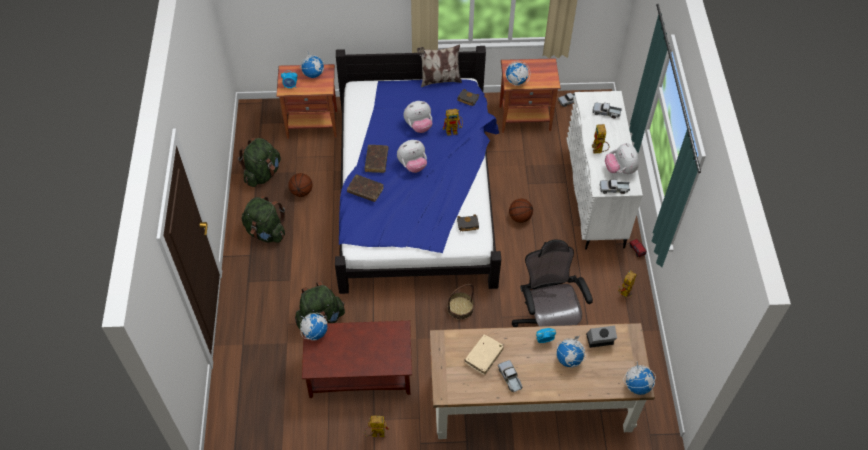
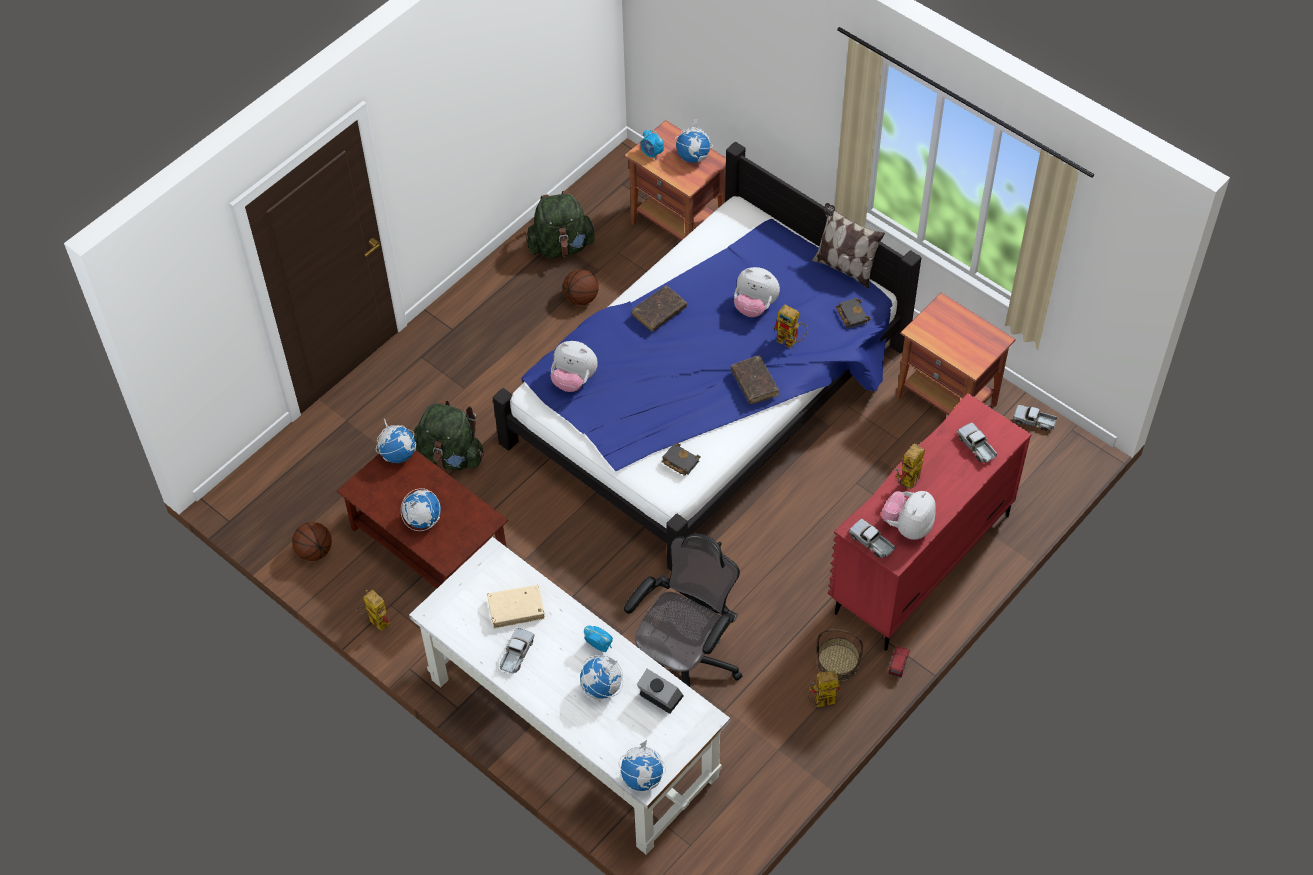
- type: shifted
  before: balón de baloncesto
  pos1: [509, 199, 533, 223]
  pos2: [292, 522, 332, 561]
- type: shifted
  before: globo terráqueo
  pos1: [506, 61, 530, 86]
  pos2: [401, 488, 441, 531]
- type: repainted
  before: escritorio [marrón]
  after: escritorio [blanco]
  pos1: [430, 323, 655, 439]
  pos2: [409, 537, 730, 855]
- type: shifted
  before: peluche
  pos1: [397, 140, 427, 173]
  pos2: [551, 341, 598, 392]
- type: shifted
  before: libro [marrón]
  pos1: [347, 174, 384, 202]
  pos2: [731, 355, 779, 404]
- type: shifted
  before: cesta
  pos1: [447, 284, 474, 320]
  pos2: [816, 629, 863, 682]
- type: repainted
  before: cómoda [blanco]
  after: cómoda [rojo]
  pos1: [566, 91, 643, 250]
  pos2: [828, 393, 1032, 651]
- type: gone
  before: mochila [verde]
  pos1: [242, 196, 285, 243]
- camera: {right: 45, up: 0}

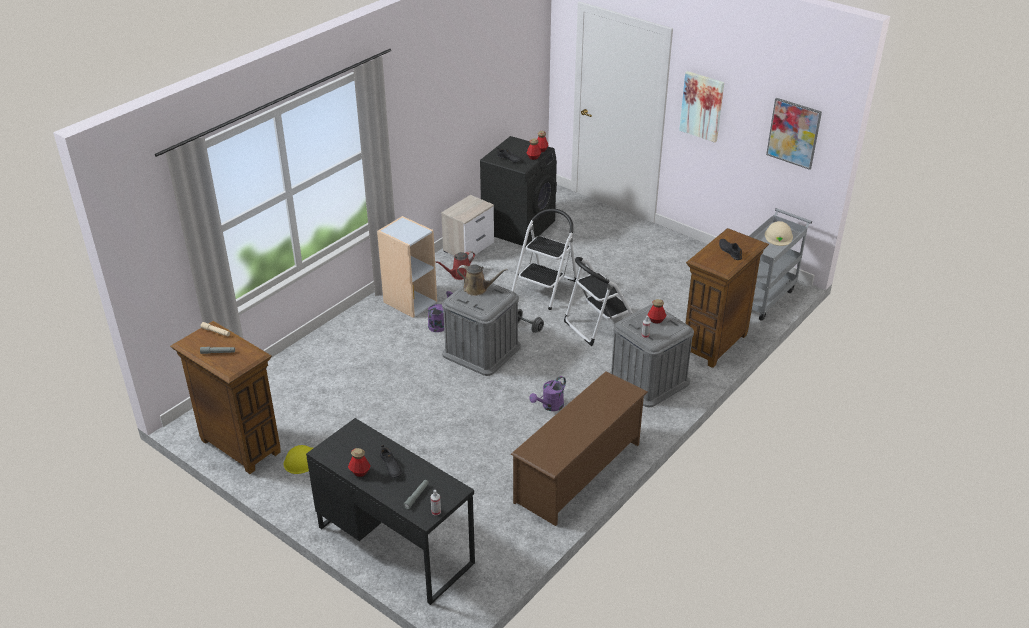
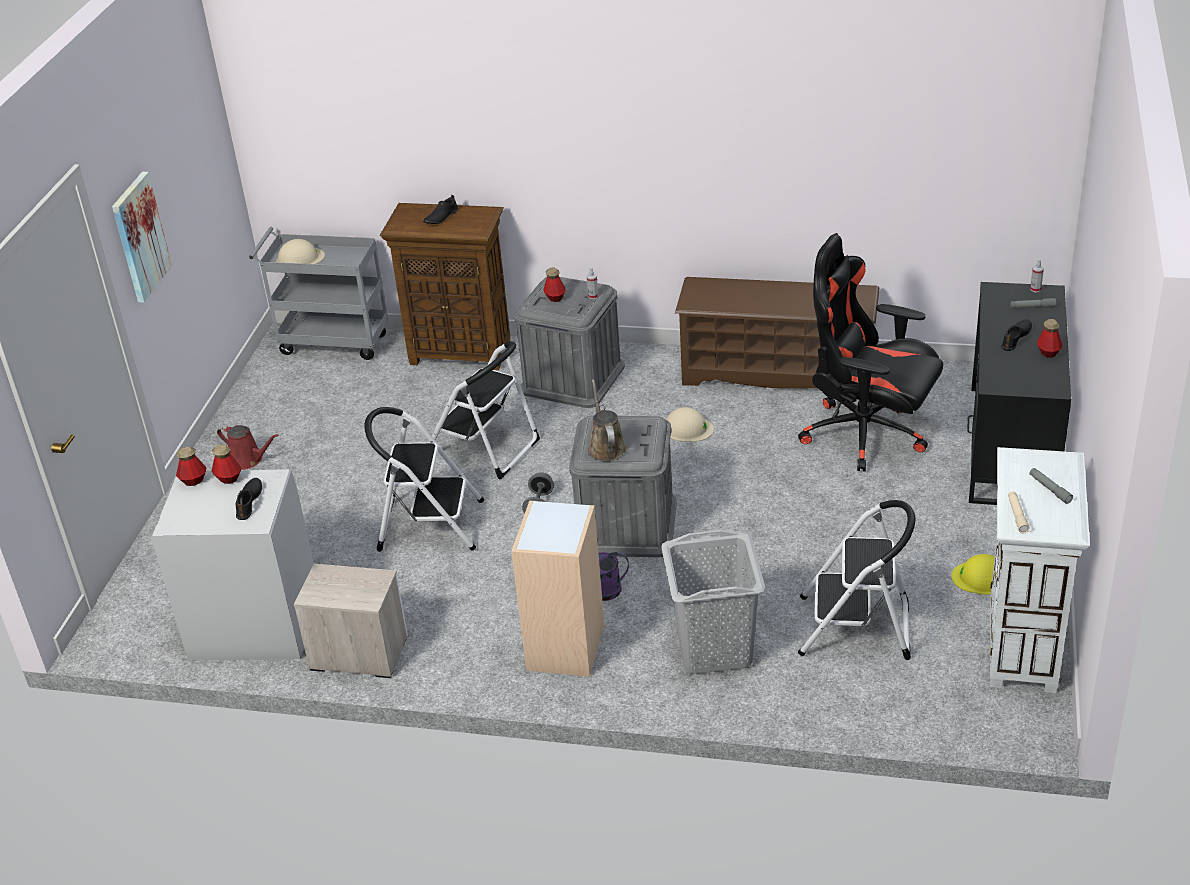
- type: repainted
  before: lavadora [negro]
  after: lavadora [blanco]
  pos1: [480, 136, 557, 246]
  pos2: [151, 469, 314, 661]
- type: shifted
  before: regadera [rojo]
  pos1: [436, 251, 475, 280]
  pos2: [217, 425, 278, 470]
- type: new
  after: cesto de la ropa [gris]
  pos2: [661, 530, 765, 674]
- type: swapped
  before: regadera [morado]
  after: casco [beis]
  pos1: [529, 376, 566, 411]
  pos2: [666, 407, 714, 442]
- type: new
  after: silla de oficina [negro]
  pos2: [798, 233, 943, 471]
- type: new
  after: escalera de tijera
  pos2: [798, 500, 915, 660]
- type: repainted
  before: armario [marrón]
  after: armario [blanco]
  pos1: [170, 321, 280, 474]
  pos2: [990, 447, 1090, 693]
- type: gone
  before: cuadro
  pos1: [766, 98, 822, 170]
- camera: {right: -115, up: 0}

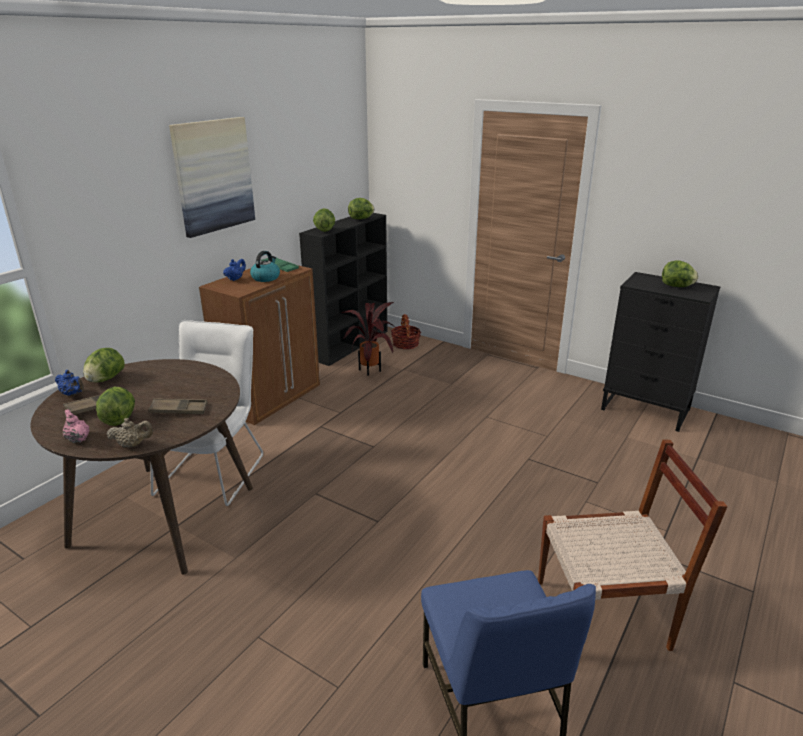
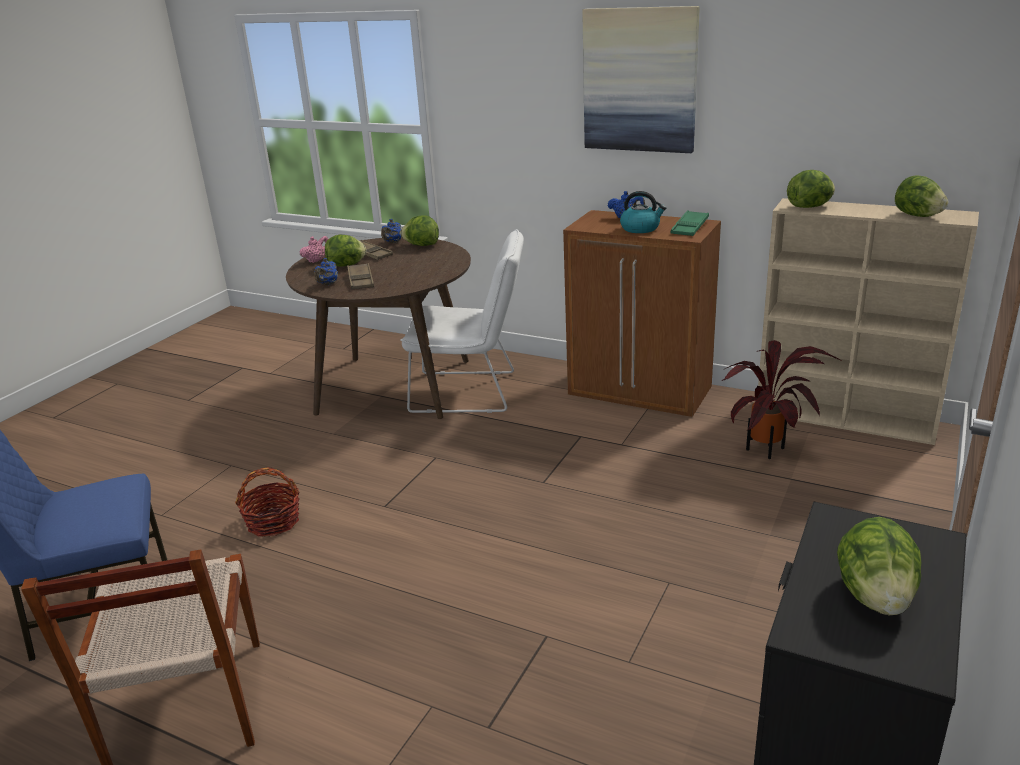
- type: shifted
  before: cesta
  pos1: [391, 314, 421, 349]
  pos2: [235, 467, 300, 537]
- type: new
  after: tetera [azul]
  pos2: [314, 258, 338, 285]
- type: repainted
  before: estantería [negro]
  after: estantería [beis]
  pos1: [299, 213, 387, 366]
  pos2: [758, 198, 979, 445]
- type: gone
  before: tetera [beis]
  pos1: [107, 418, 153, 448]
- camera: {right: 85, up: 0}

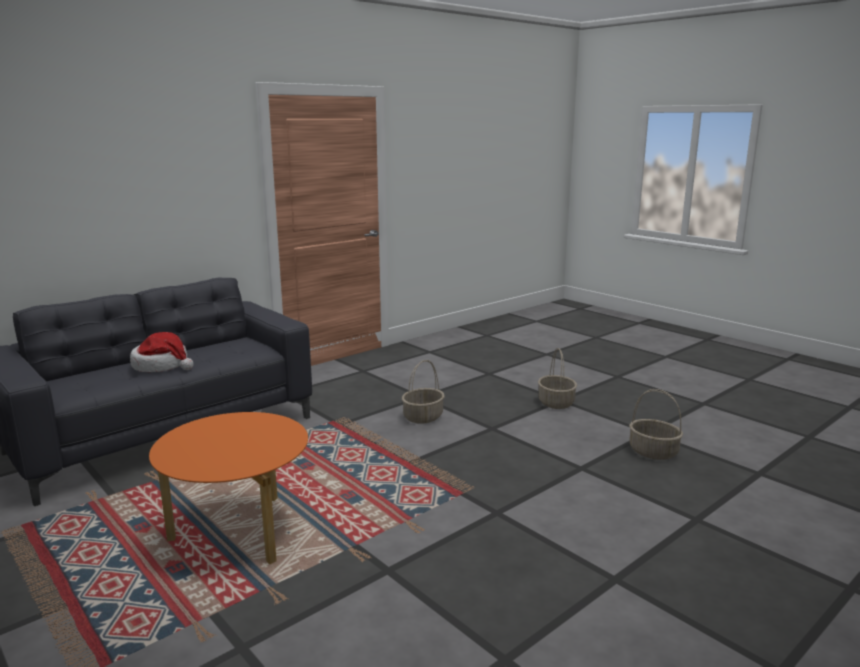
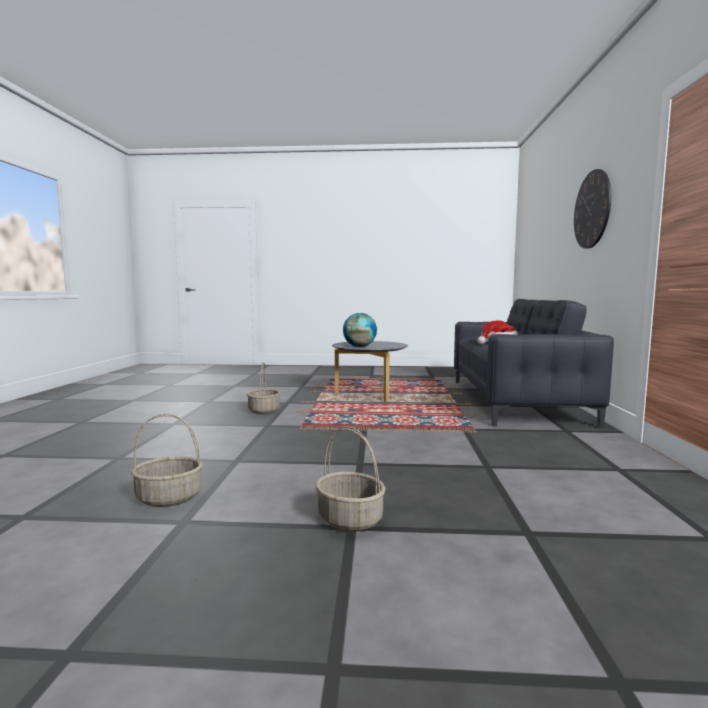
- type: shifted
  before: cesta
  pos1: [402, 360, 445, 424]
  pos2: [247, 362, 280, 414]
- type: repainted
  before: mesa de centro [naranja]
  after: mesa de centro [gris]
  pos1: [149, 412, 308, 564]
  pos2: [332, 341, 408, 402]
- type: new
  after: globo terráqueo
  pos2: [343, 313, 377, 347]
- type: new
  after: reloj de pared
  pos2: [574, 169, 611, 249]
- camera: {right: 135, up: -10}

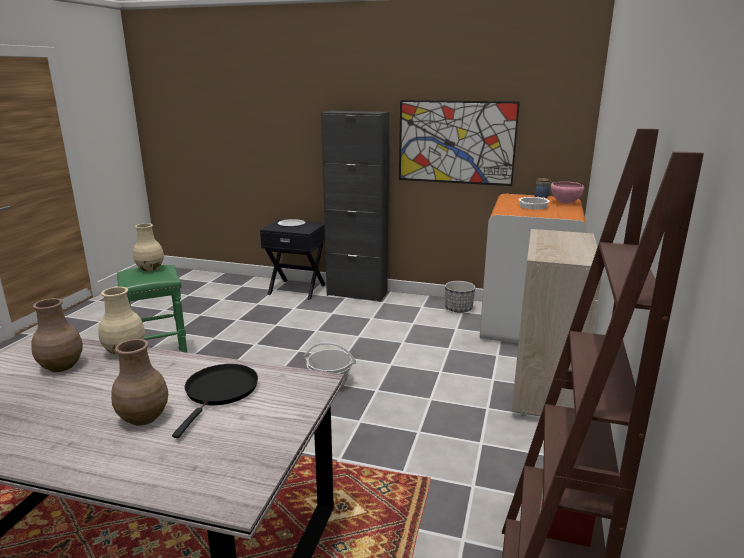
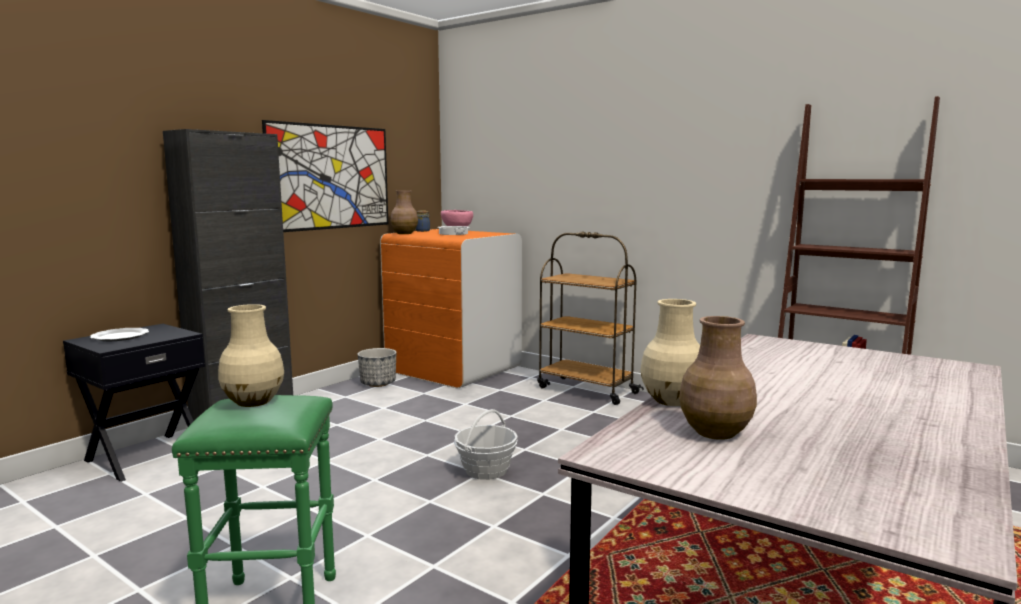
- type: shifted
  before: florero [marrón]
  pos1: [111, 339, 168, 426]
  pos2: [391, 190, 418, 234]
- type: swapped
  before: armario [beis]
  after: carrito [marrón]
  pos1: [512, 229, 602, 416]
  pos2: [537, 232, 644, 405]
- type: gone
  before: sartén [negro]
  pos1: [172, 364, 258, 438]
- camera: {right: -70, up: -10}

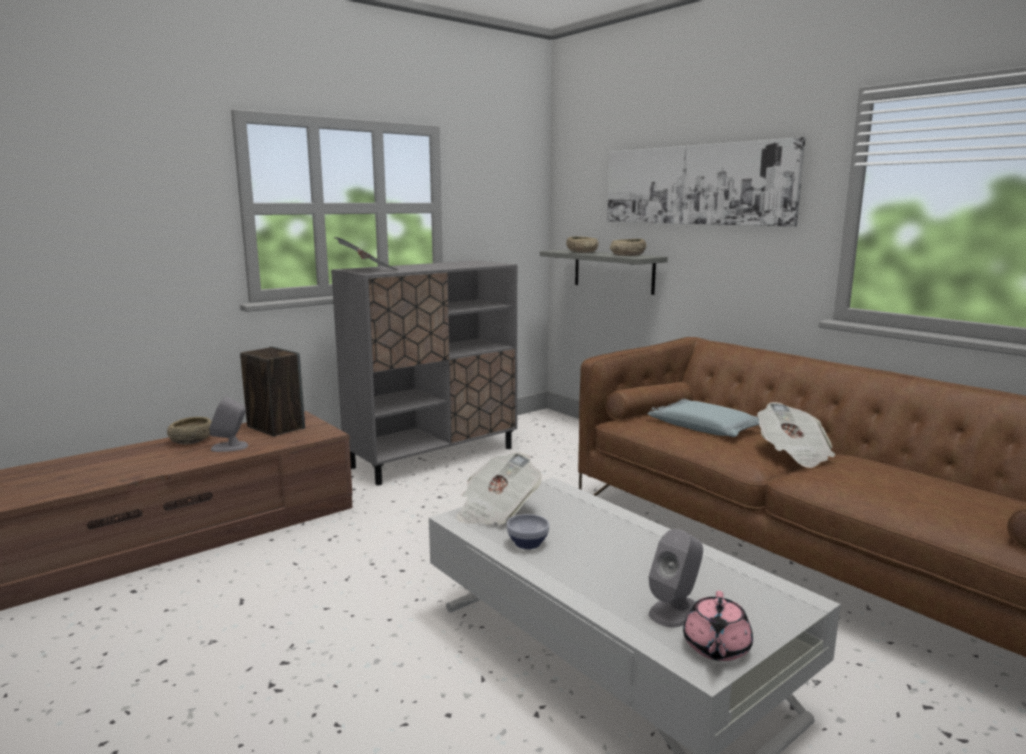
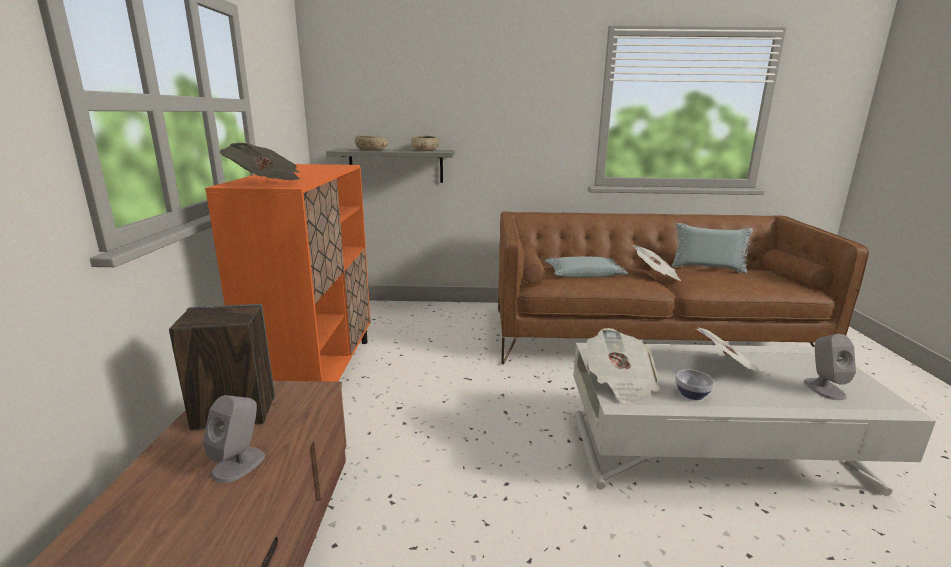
- type: repainted
  before: armario [gris]
  after: armario [naranja]
  pos1: [331, 260, 517, 485]
  pos2: [205, 164, 371, 382]
- type: new
  after: cojín [azul]
  pos2: [671, 223, 753, 274]
- type: new
  after: periódico
  pos2: [696, 327, 771, 375]
- type: gone
  before: cuenco [beis]
  pos1: [167, 417, 212, 444]
- type: gone
  before: cuadro
  pos1: [607, 137, 806, 227]
- type: gone
  before: tetera [rosa]
  pos1: [683, 591, 753, 661]
- camera: {right: -50, up: 5}

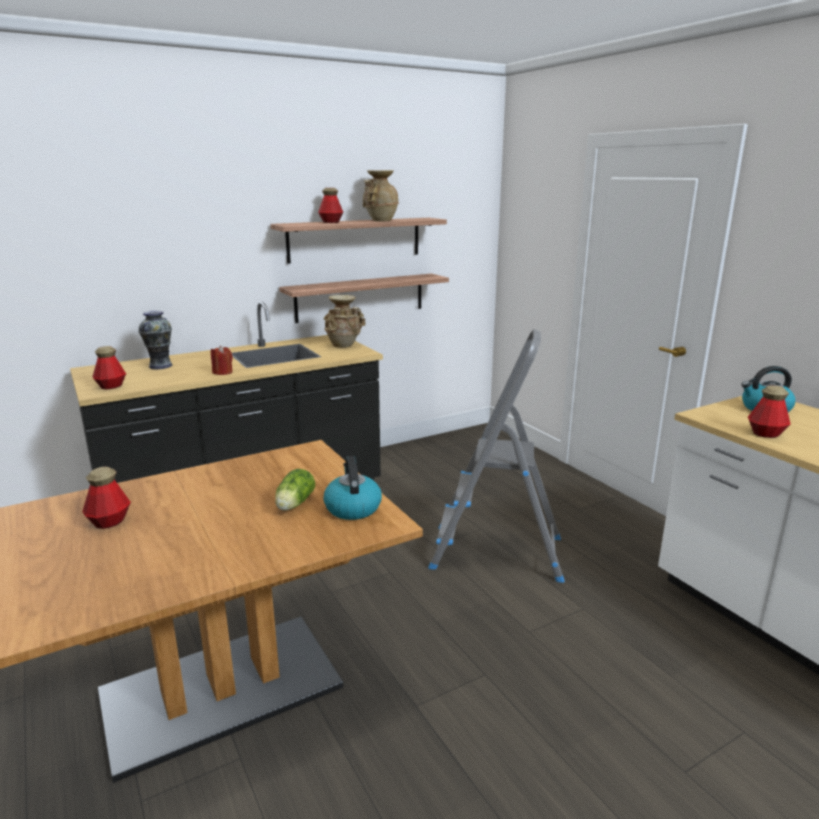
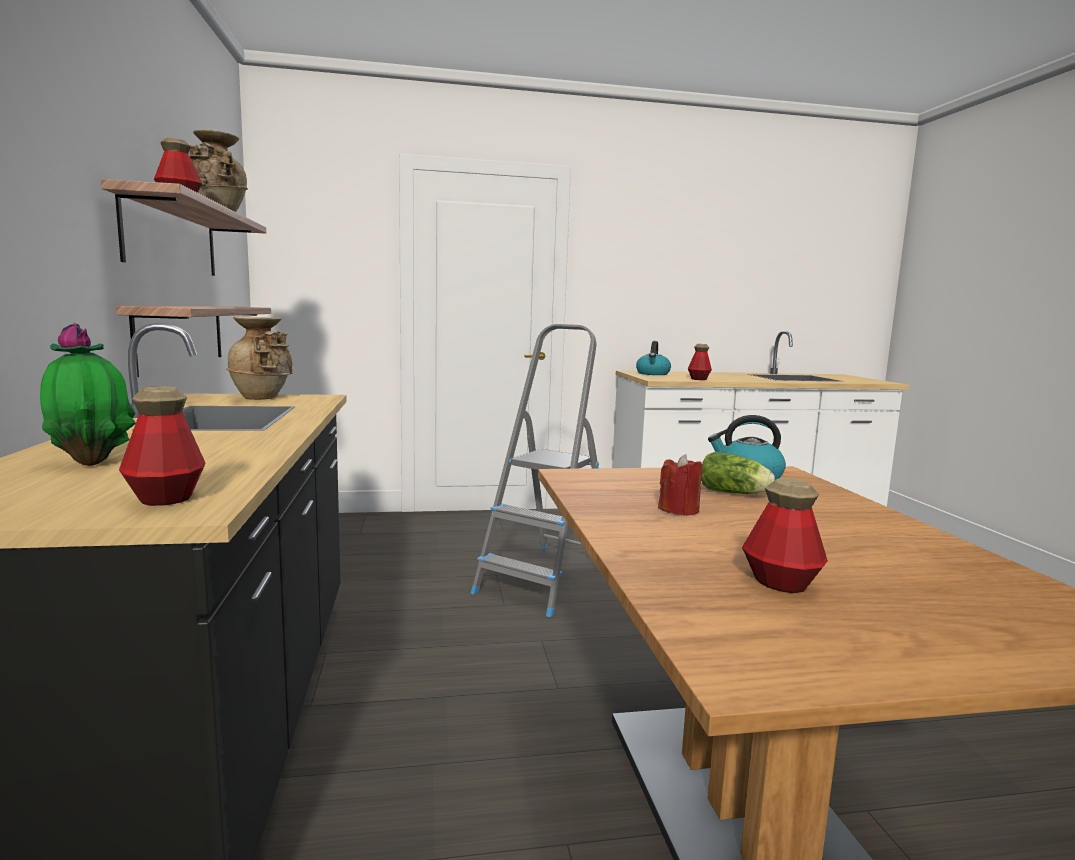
- type: swapped
  before: florero
  after: planta en maceta
  pos1: [138, 311, 172, 369]
  pos2: [40, 323, 136, 466]
- type: shifted
  before: vela [rojo]
  pos1: [211, 345, 233, 375]
  pos2: [658, 454, 702, 516]
- camera: {right: -70, up: -10}

